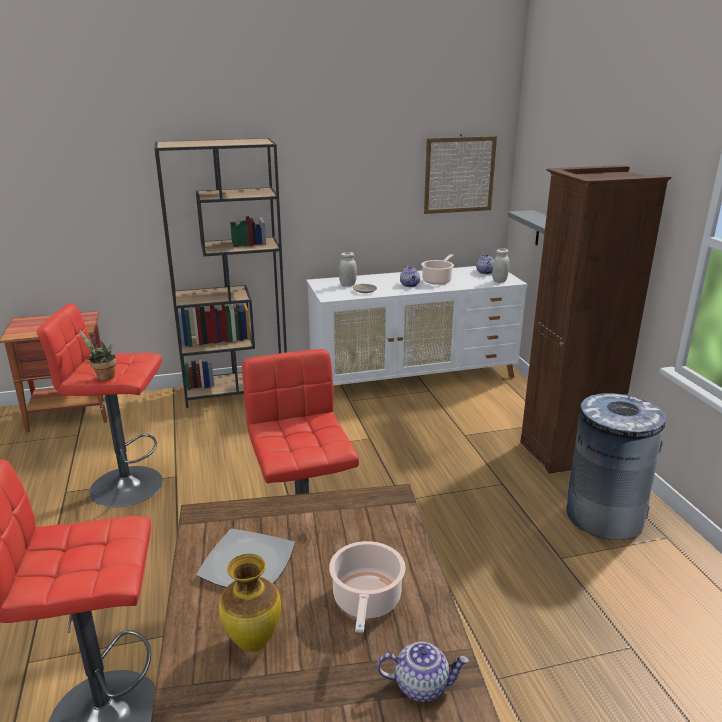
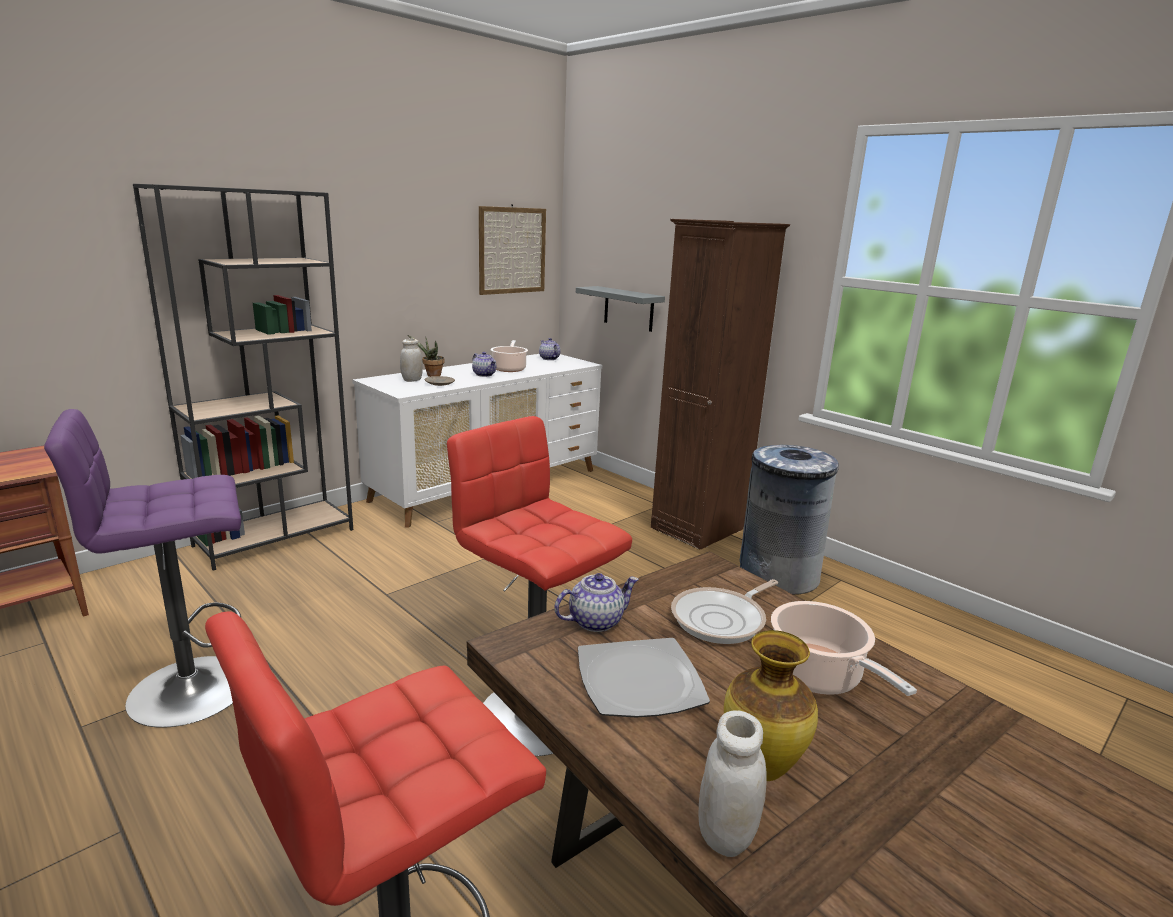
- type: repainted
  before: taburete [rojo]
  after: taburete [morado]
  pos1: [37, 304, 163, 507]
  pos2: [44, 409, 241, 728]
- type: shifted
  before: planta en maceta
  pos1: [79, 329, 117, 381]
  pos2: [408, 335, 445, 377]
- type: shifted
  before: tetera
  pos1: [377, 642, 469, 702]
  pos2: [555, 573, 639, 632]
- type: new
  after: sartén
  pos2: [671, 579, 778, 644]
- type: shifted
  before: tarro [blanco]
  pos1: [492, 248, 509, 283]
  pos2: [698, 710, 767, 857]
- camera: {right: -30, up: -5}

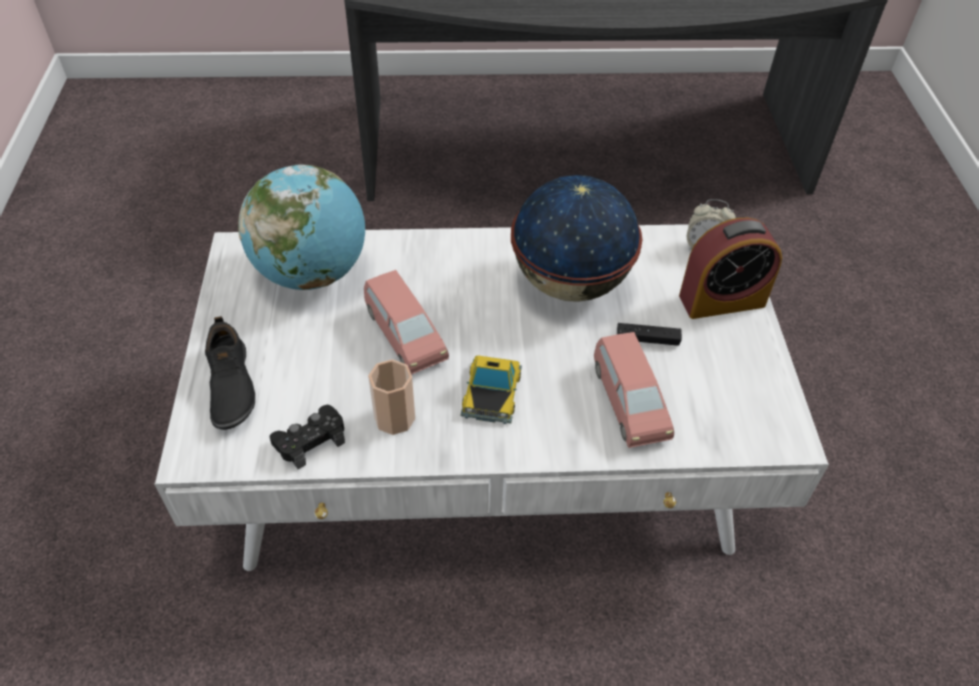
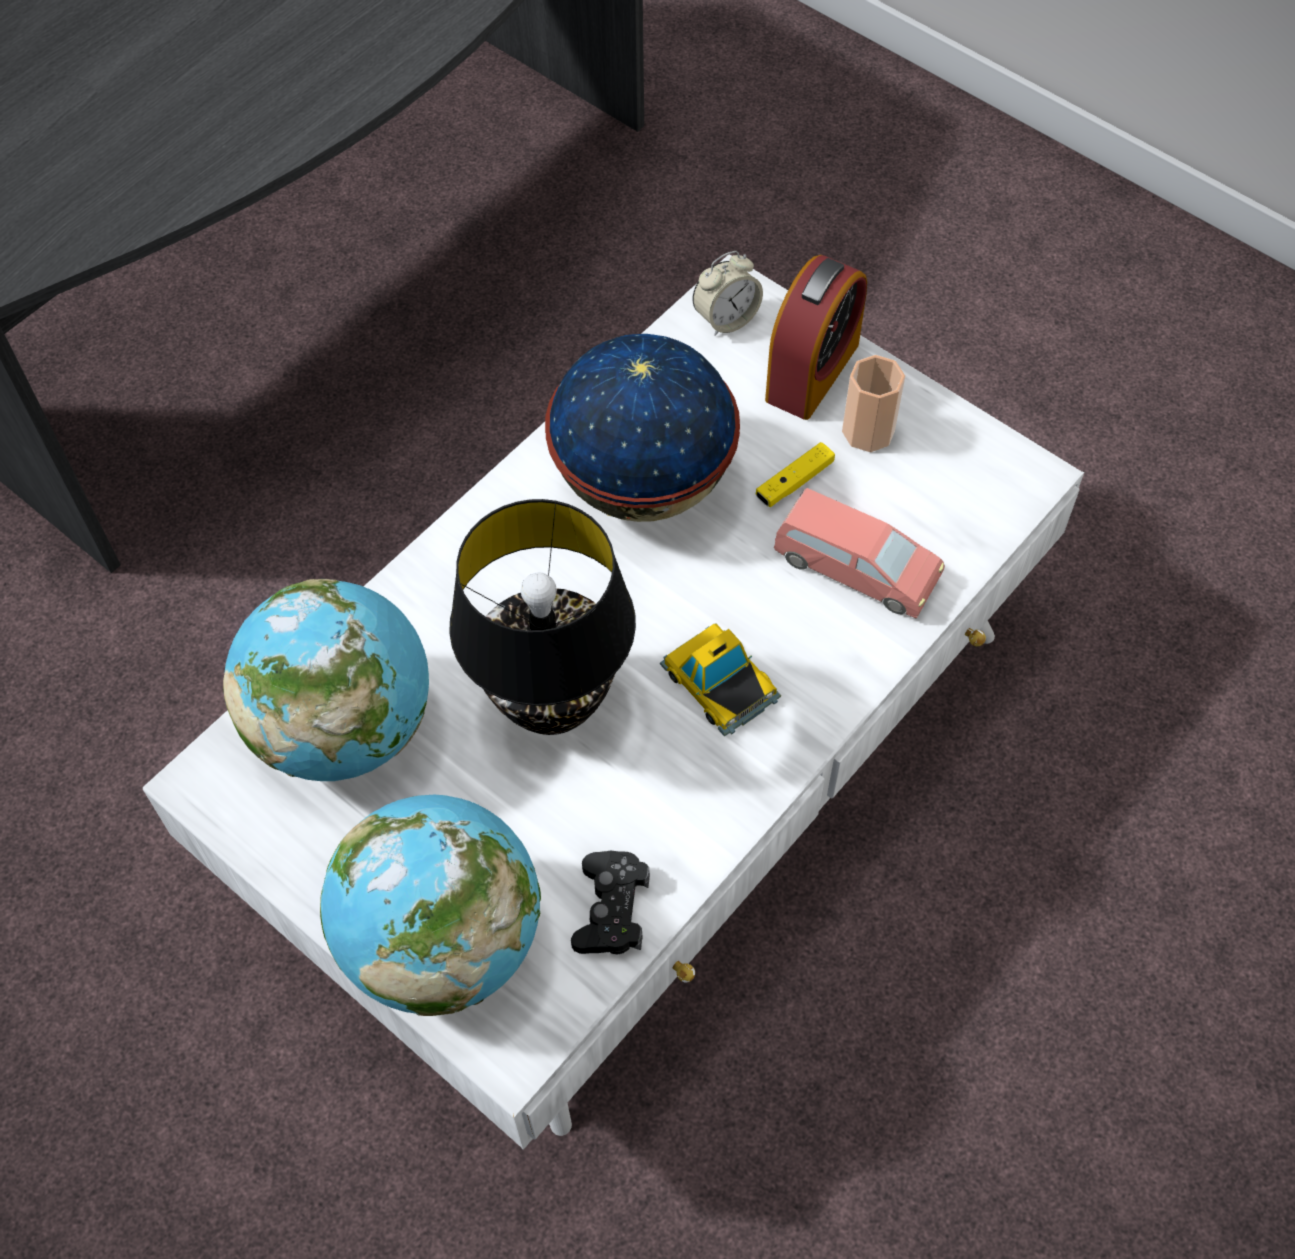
- type: swapped
  before: zapato [negro]
  after: globo terráqueo
  pos1: [205, 316, 255, 430]
  pos2: [320, 795, 541, 1016]
- type: swapped
  before: coche de juguete [rosa]
  after: lámpara de mesa [negro]
  pos1: [364, 270, 449, 375]
  pos2: [449, 499, 636, 735]
- type: repainted
  before: mando de consola [negro]
  after: mando de consola [amarillo]
  pos1: [617, 323, 682, 346]
  pos2: [756, 442, 835, 508]
- type: shifted
  before: taza
  pos1: [368, 359, 415, 435]
  pos2: [842, 355, 905, 452]
- camera: {right: -45, up: 10}

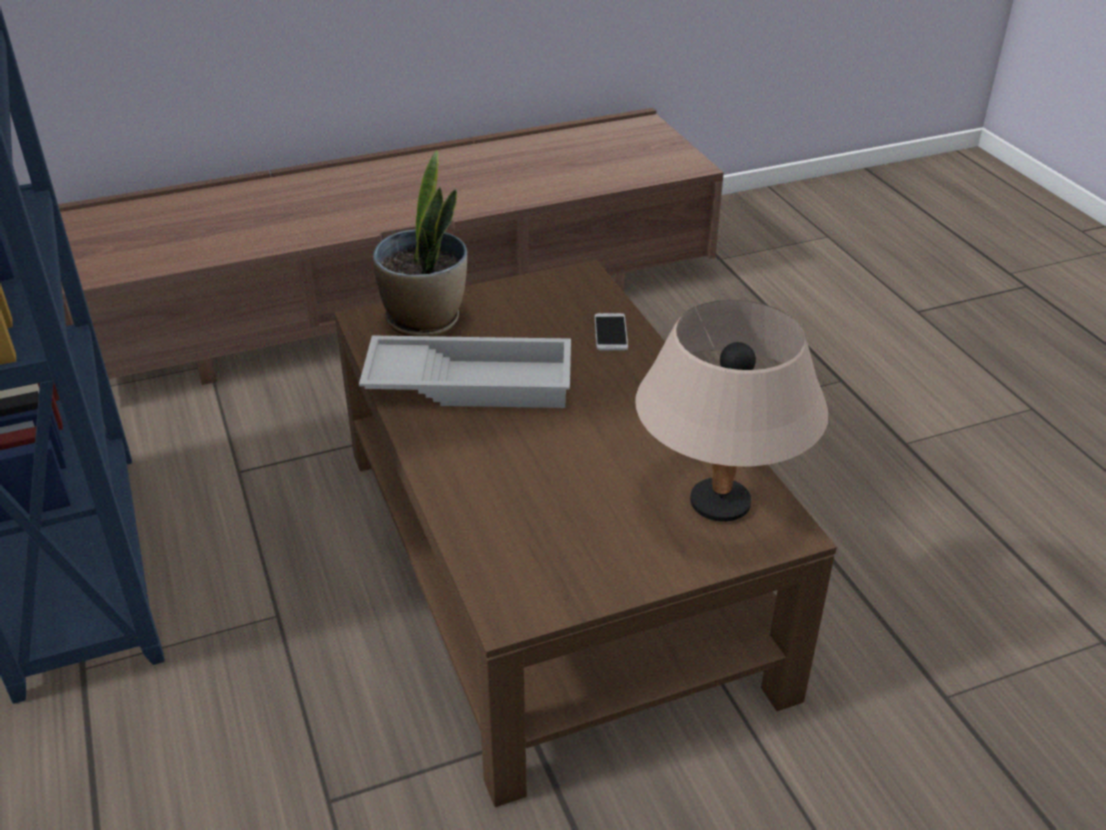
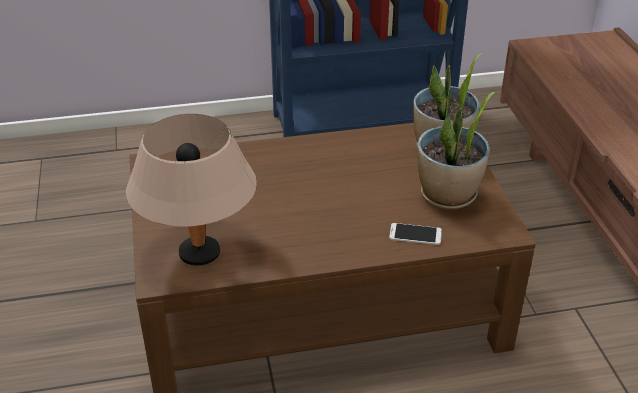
- type: new
  after: planta en maceta
  pos2: [417, 92, 495, 210]
- type: gone
  before: bandeja [blanco]
  pos1: [359, 336, 571, 408]
- camera: {right: 100, up: 0}

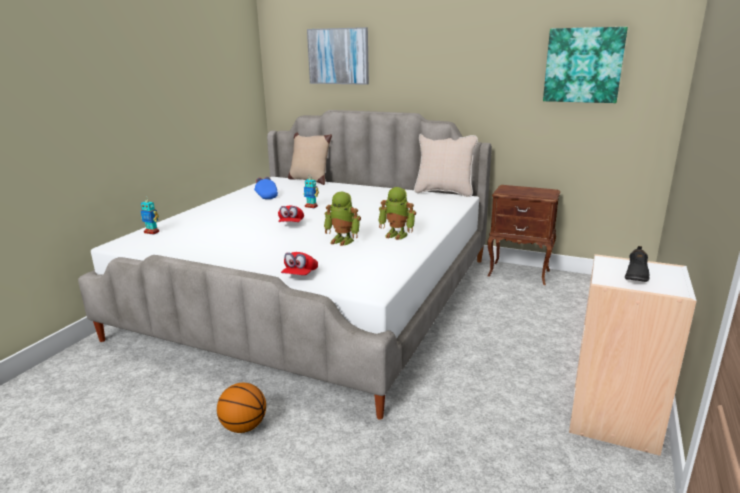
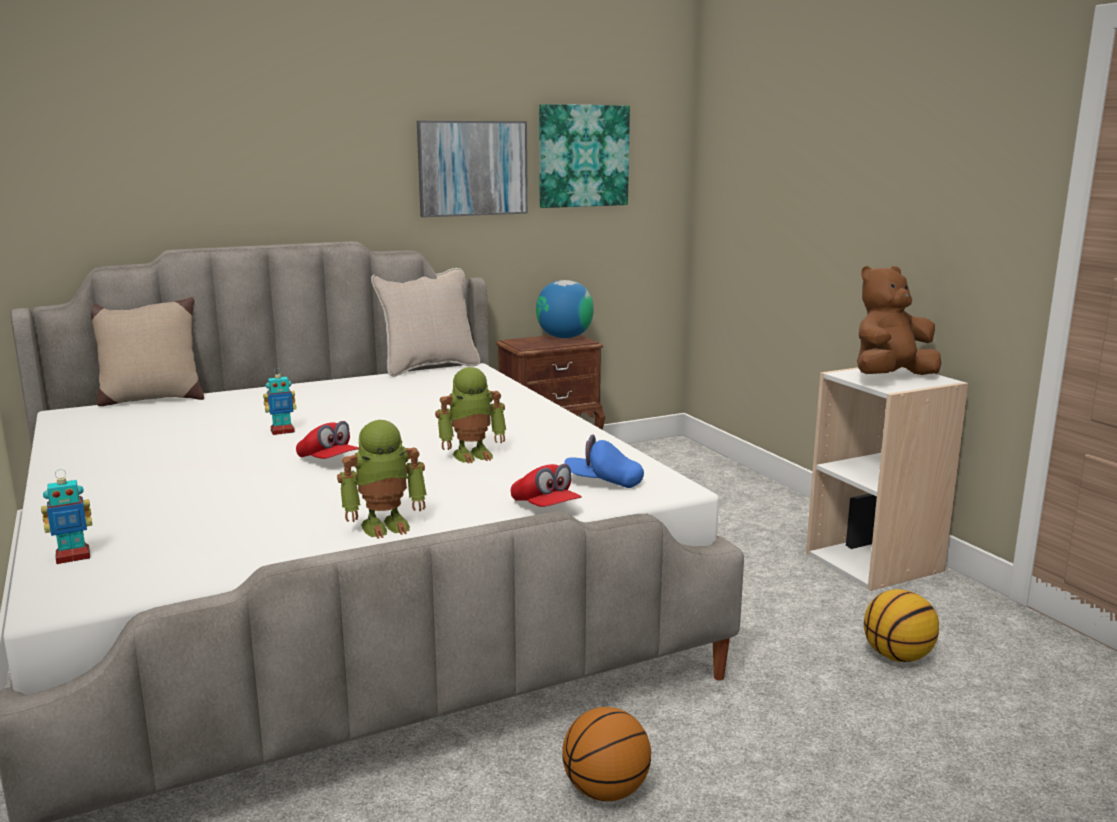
- type: shifted
  before: robot de juguete
  pos1: [378, 187, 416, 240]
  pos2: [337, 420, 426, 539]
- type: shifted
  before: cuadro
  pos1: [307, 27, 369, 85]
  pos2: [417, 121, 528, 218]
- type: new
  after: globo terráqueo
  pos2: [536, 280, 594, 338]
- type: shifted
  before: gorra [azul]
  pos1: [254, 177, 278, 199]
  pos2: [565, 434, 644, 488]
- type: swapped
  before: zapato [negro]
  after: peluche [marrón]
  pos1: [624, 246, 650, 282]
  pos2: [857, 266, 941, 375]
- type: new
  after: balón de baloncesto
  pos2: [864, 589, 939, 662]
- camera: {right: -50, up: -5}

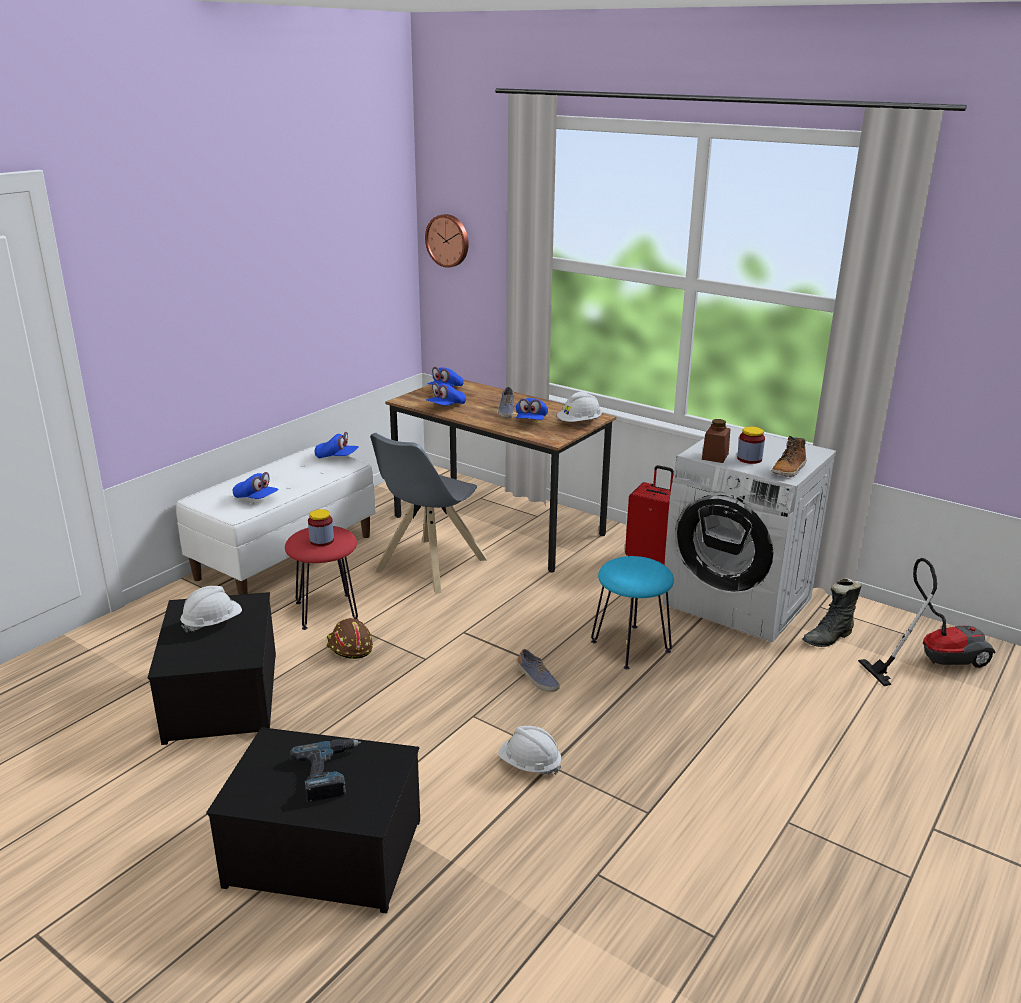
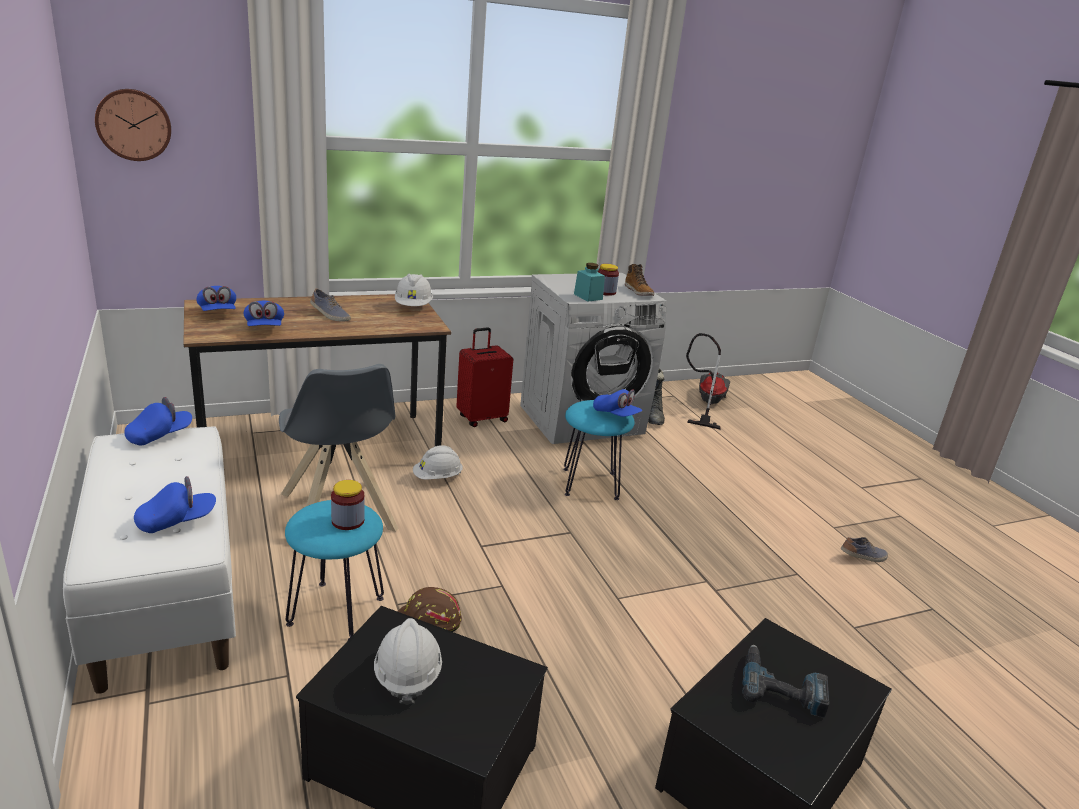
- type: repainted
  before: taburete [rojo]
  after: taburete [turquesa]
  pos1: [285, 526, 358, 630]
  pos2: [285, 500, 384, 640]
- type: shifted
  before: casco [blanco]
  pos1: [498, 726, 562, 775]
  pos2: [413, 445, 463, 480]
- type: repainted
  before: tarro [marrón]
  after: tarro [turquesa]
  pos1: [702, 419, 731, 463]
  pos2: [574, 263, 605, 302]
- type: shifted
  before: gorra [azul]
  pos1: [516, 398, 548, 420]
  pos2: [593, 389, 642, 417]
- type: shifted
  before: zapato
  pos1: [517, 649, 560, 692]
  pos2: [841, 537, 888, 562]
- camera: {right: -60, up: 0}

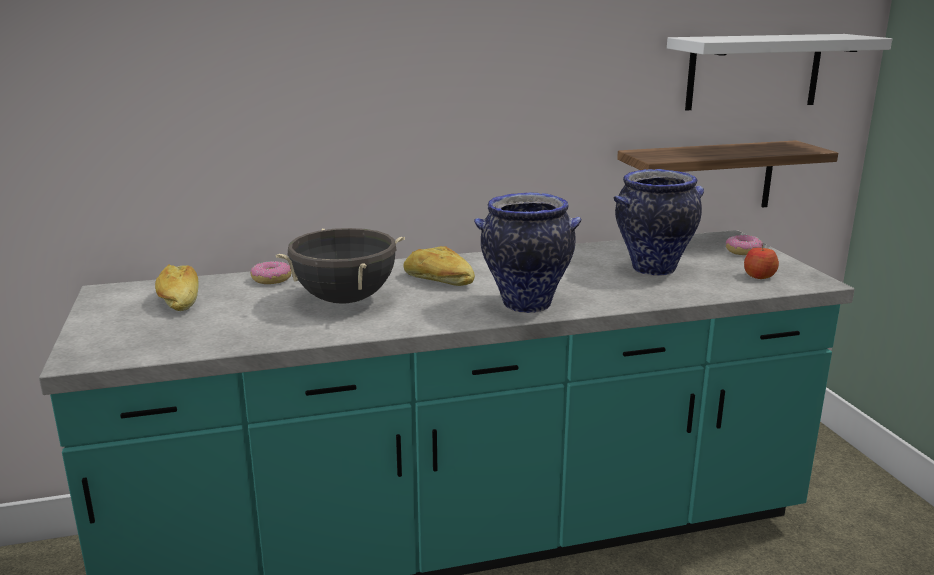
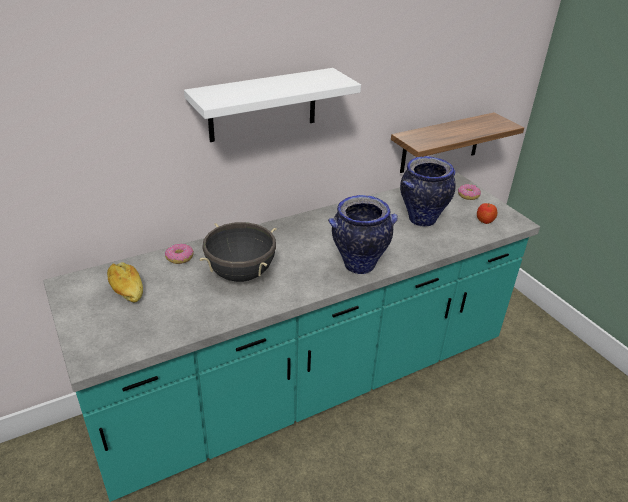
- type: shifted
  before: estante [blanco]
  pos1: [667, 34, 892, 110]
  pos2: [184, 68, 361, 142]
- type: gone
  before: pan
  pos1: [403, 246, 475, 286]
- camera: {right: -15, up: 15}

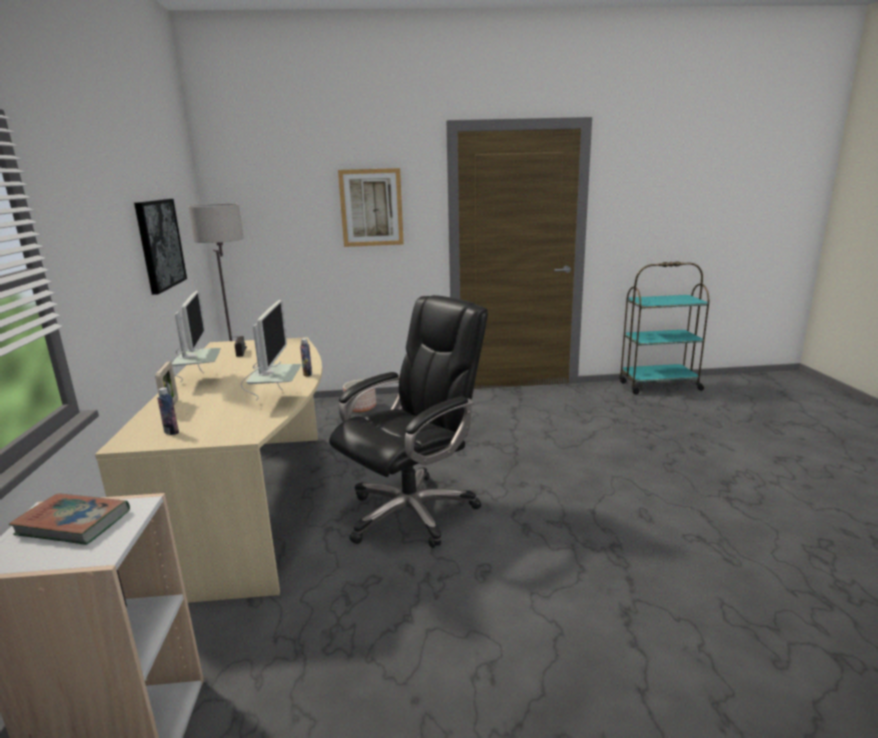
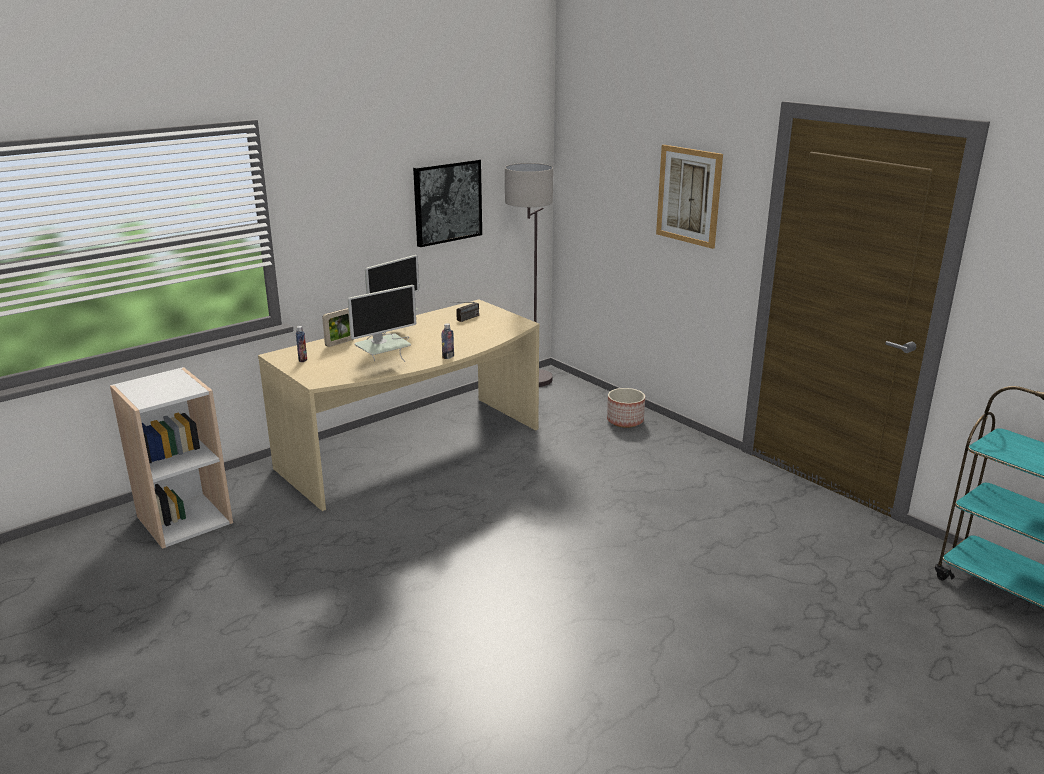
- type: gone
  before: libro
  pos1: [9, 493, 130, 545]
- type: gone
  before: silla de oficina [negro]
  pos1: [329, 295, 488, 548]
- camera: {right: 55, up: 5}

